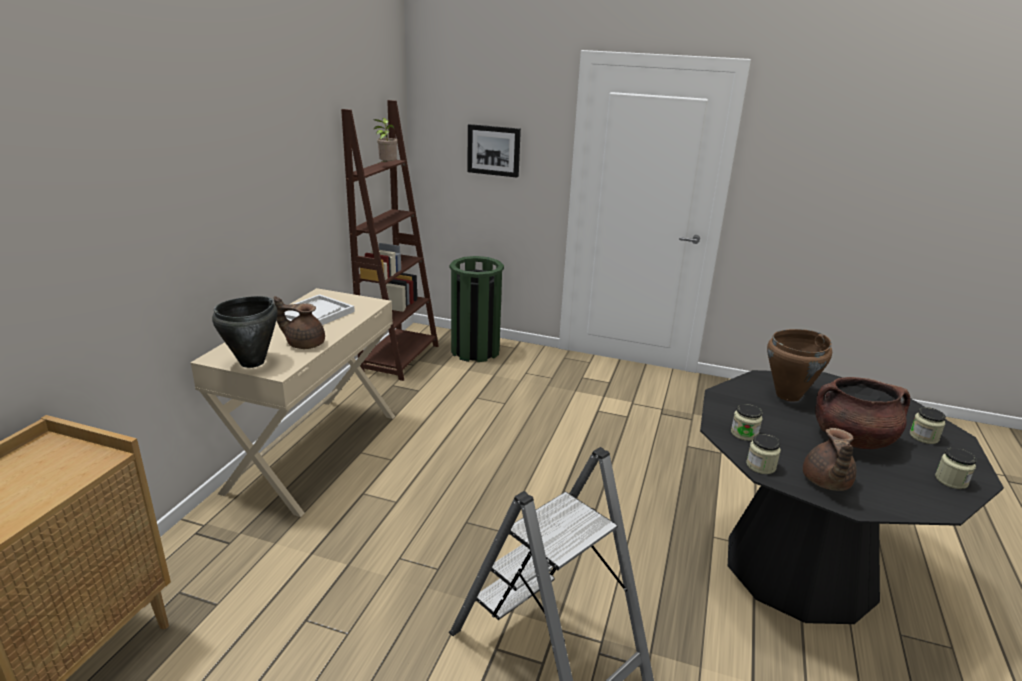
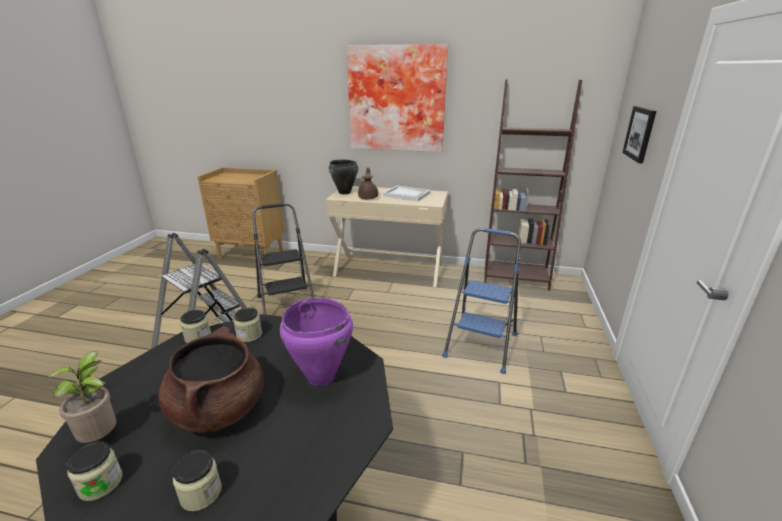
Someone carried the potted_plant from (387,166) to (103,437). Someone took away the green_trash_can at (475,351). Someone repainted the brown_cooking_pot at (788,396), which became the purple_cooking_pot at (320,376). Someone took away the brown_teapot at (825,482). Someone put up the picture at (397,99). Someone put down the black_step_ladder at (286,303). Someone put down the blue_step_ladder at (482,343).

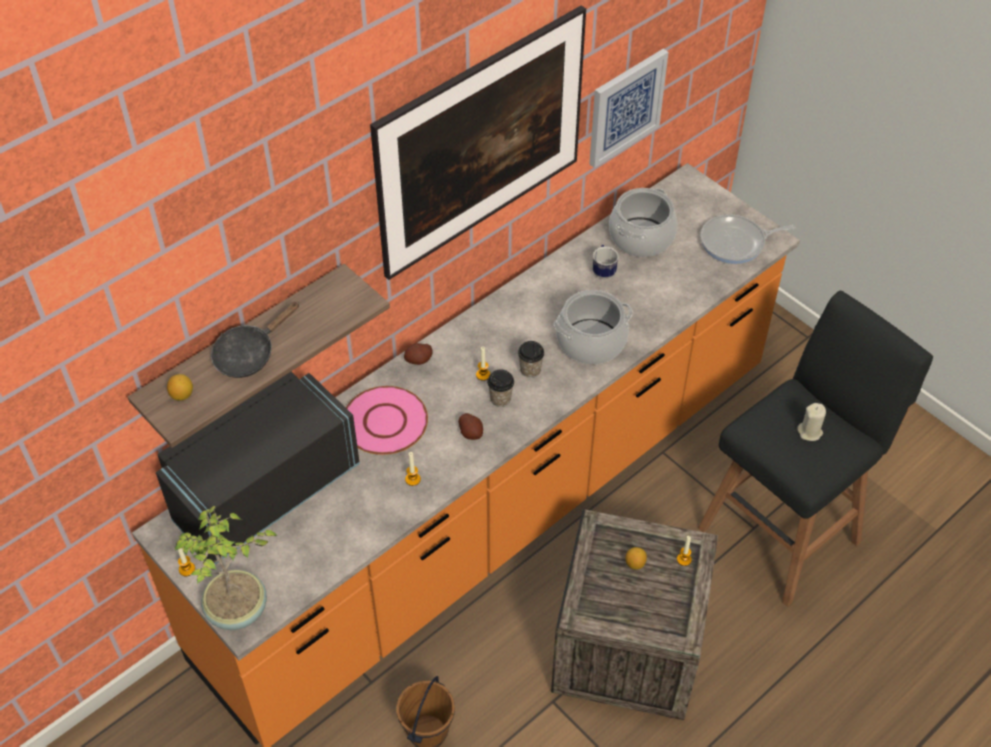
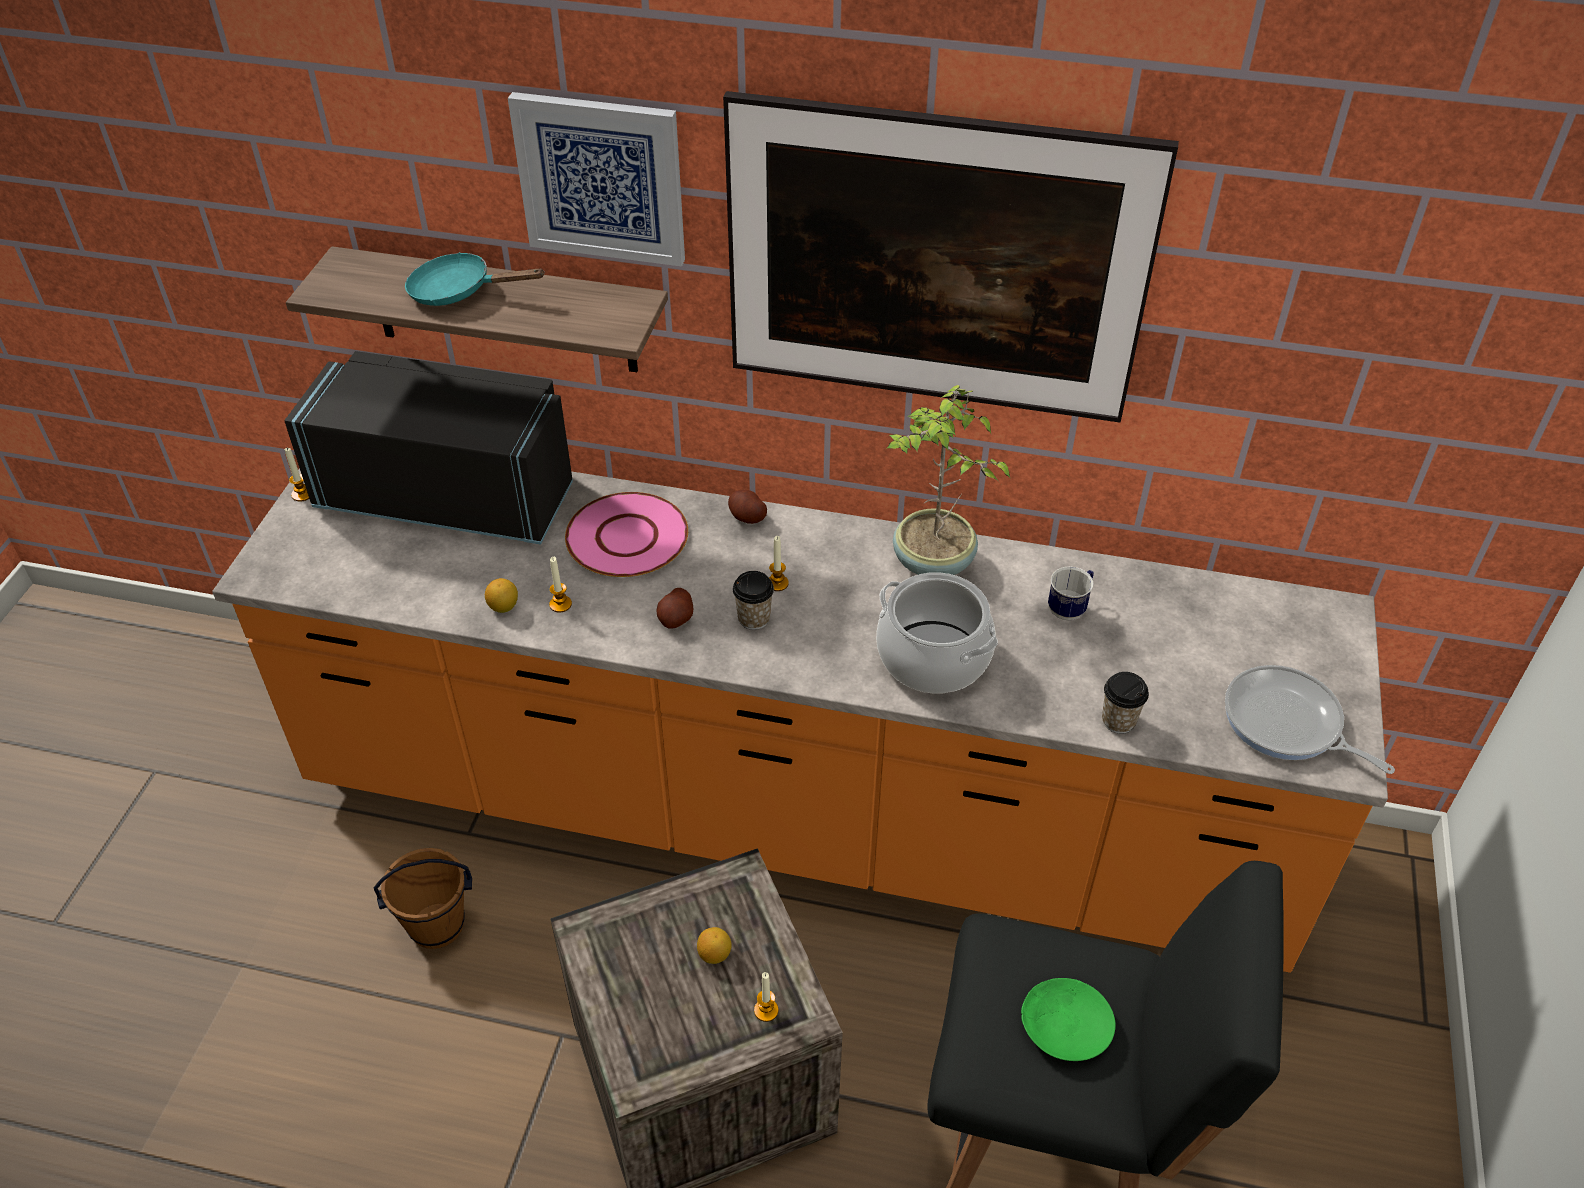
Someone carried the picture from (625,107) to (601,178). Someone took away the cooking_pot at (641,237). Someone repainted the black_frying_pan at (249,354), which became the turquoise_frying_pan at (459,291). Someone carried the cup from (530,370) to (1118,721). Someone carried the lemon from (182,395) to (504,607). Someone swapped the beige_candle at (810,432) for the green_plate at (1065,1024). Someone carried the potted_plant from (238,611) to (932,564).

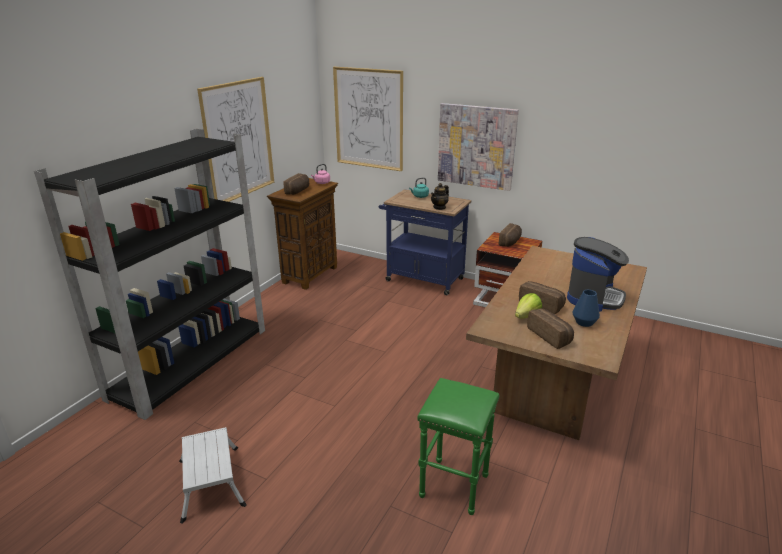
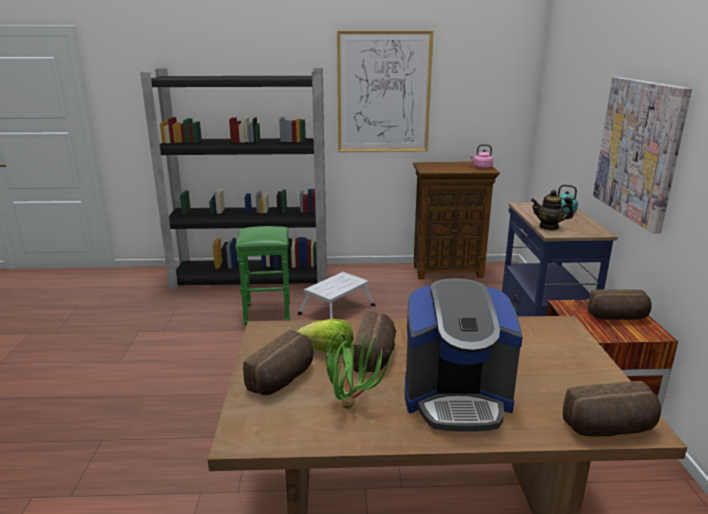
Someone took away the picture at (368,119). Someone carried the bread from (298,191) to (610,429). Someone swapped the blue_vase at (584,322) for the potted_plant at (353,402). Someone carried the green_stool from (453,484) to (268,313). Someone carried the white_step_ladder from (211,482) to (337,309).

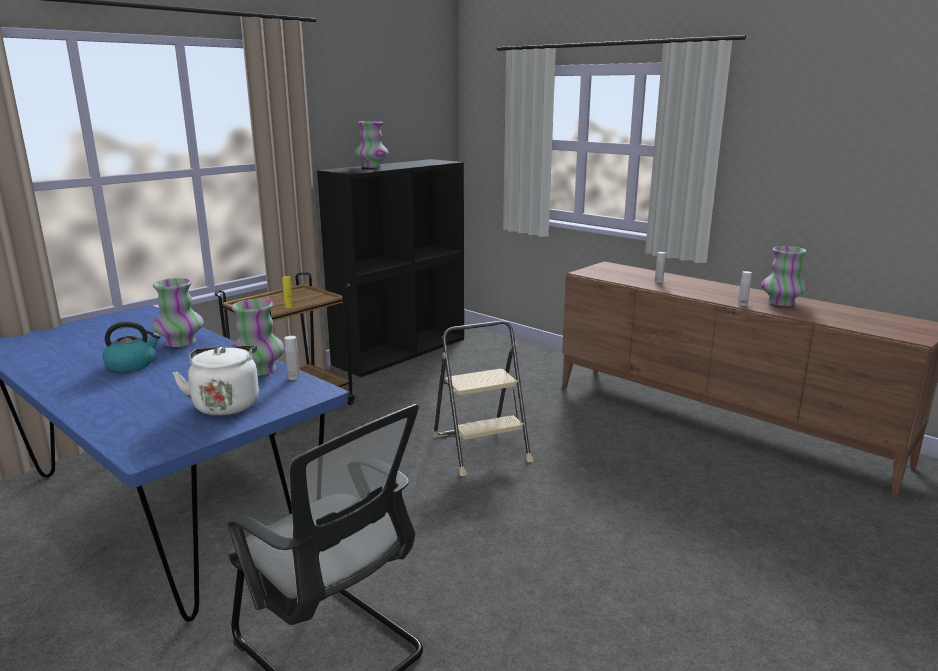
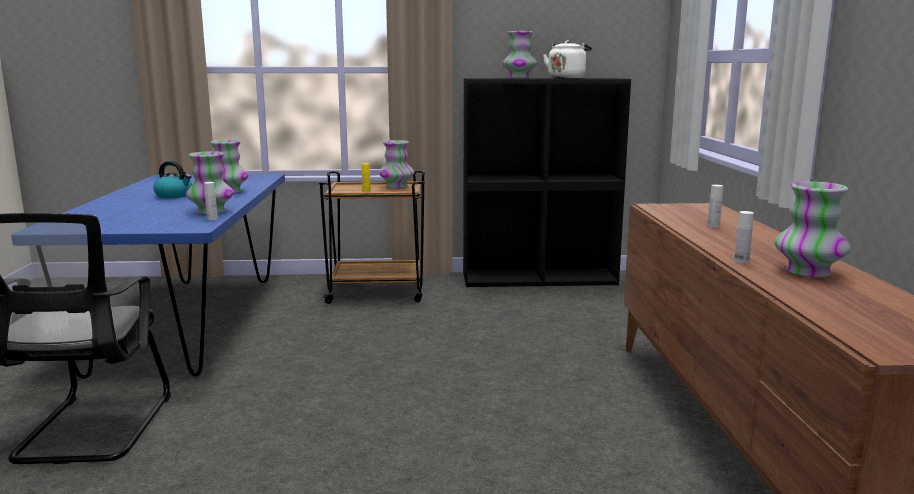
Someone took away the beige_step_ladder at (480,446). Someone carried the white_kettle from (226,404) to (567,78). Someone put down the vase at (396,187).

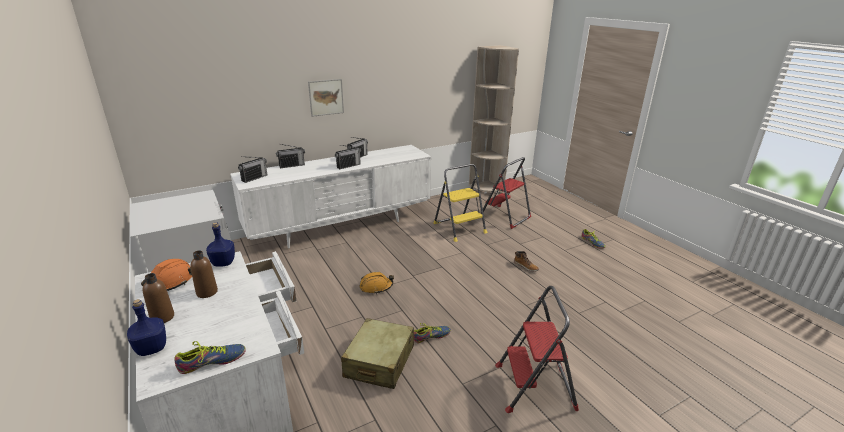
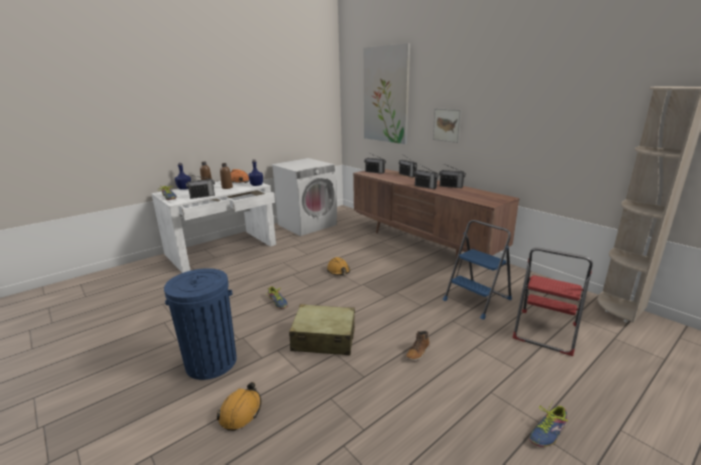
Someone repainted the white_cabinet at (341,227), which became the brown_cabinet at (423,243). Someone repainted the yellow_step_ladder at (458,227), which became the blue_step_ladder at (479,299). Someone swapped the red_step_ladder at (538,387) for the blue_trash_can at (211,362). Someone carried the beige_suitcase from (379,362) to (324,339). Someone put up the picture at (386,95). Someone put down the radio at (202,196). Someone put down the orange_hard_hat at (241,412).

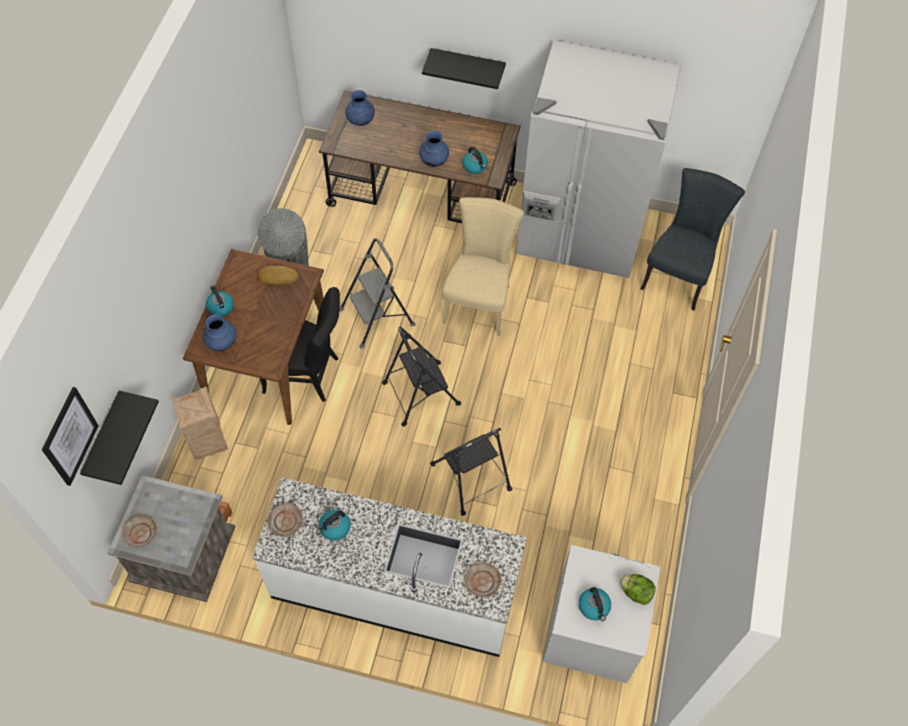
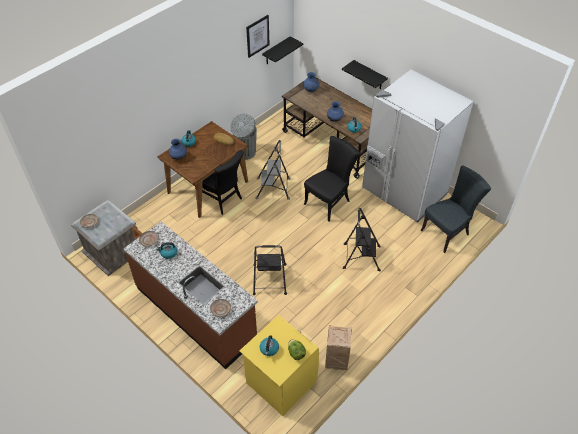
Someone repainted the beige_chair at (479,301), which became the black_chair at (329,201). Someone carried the black_step_ladder from (419,393) to (360,256). Someone carried the picture from (69,436) to (257,36). Someone carried the crate from (208,442) to (337,360). Someone carried the black_shelf from (104,439) to (276,51). Someone repainted the white_counter at (394,590), which became the brown_counter at (196,312). Someone repainted the white_washing_machine at (590,634), which became the yellow_washing_machine at (279,382).

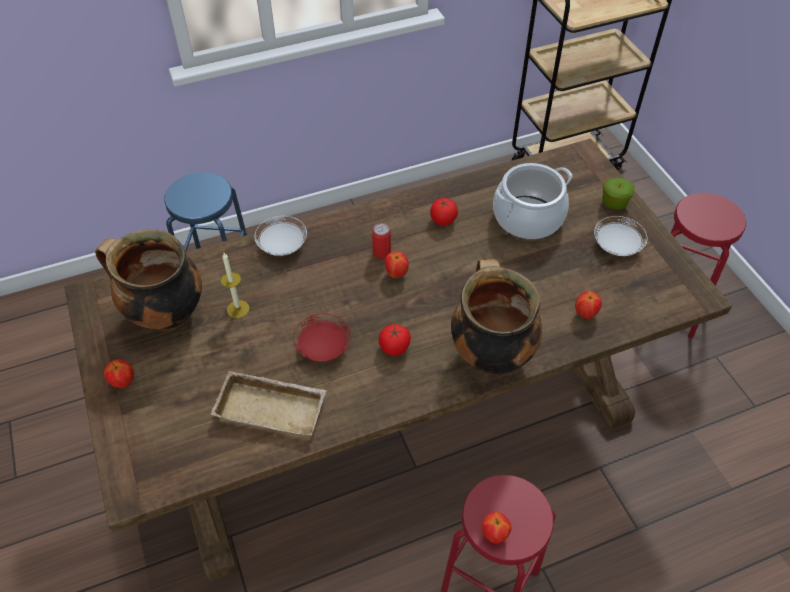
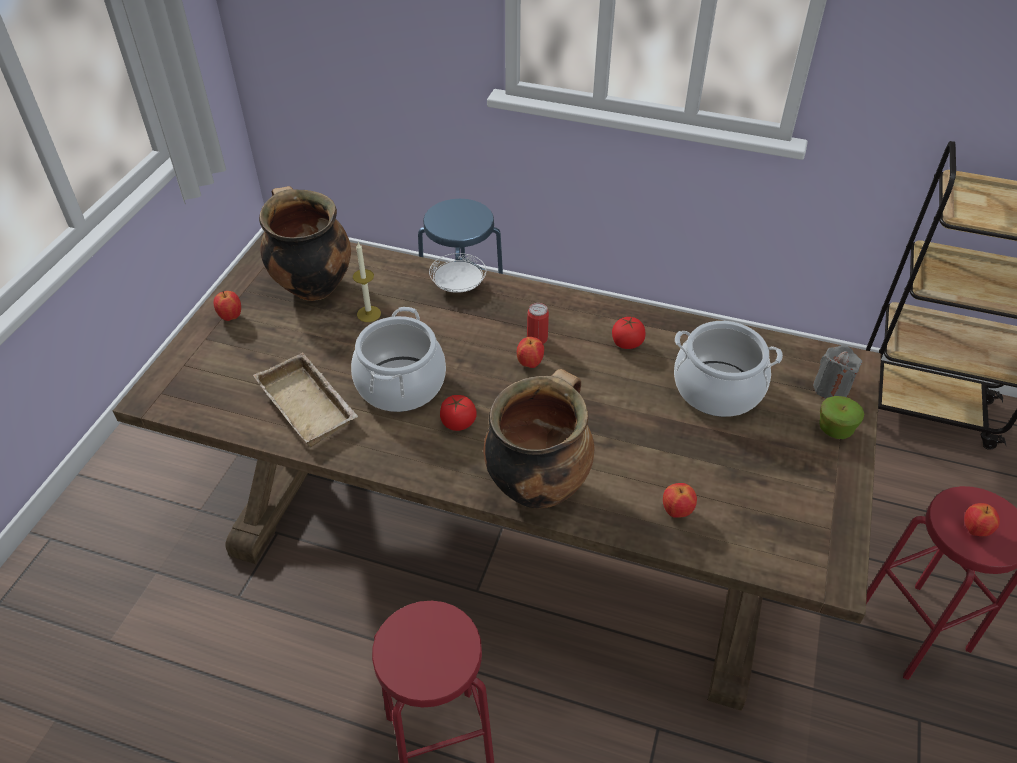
Someone took away the white_plate at (617,246). Someone swapped the red_plate at (323,347) for the cooking_pot at (400,384). Someone carried the apple from (494,534) to (974,530). Someone put down the grey_candle at (831,388).

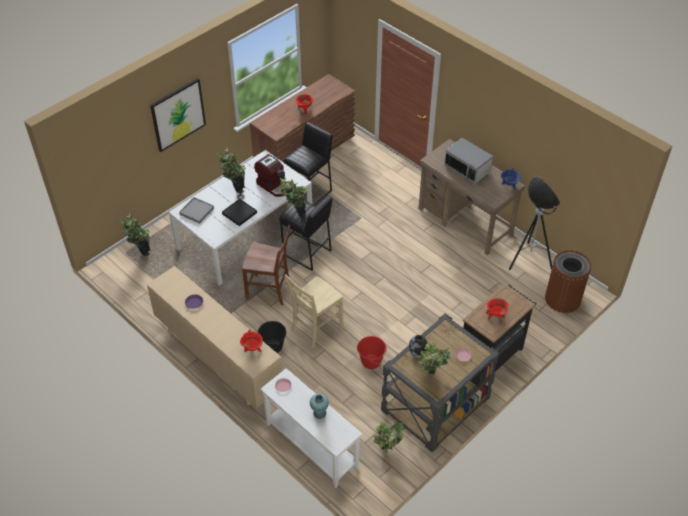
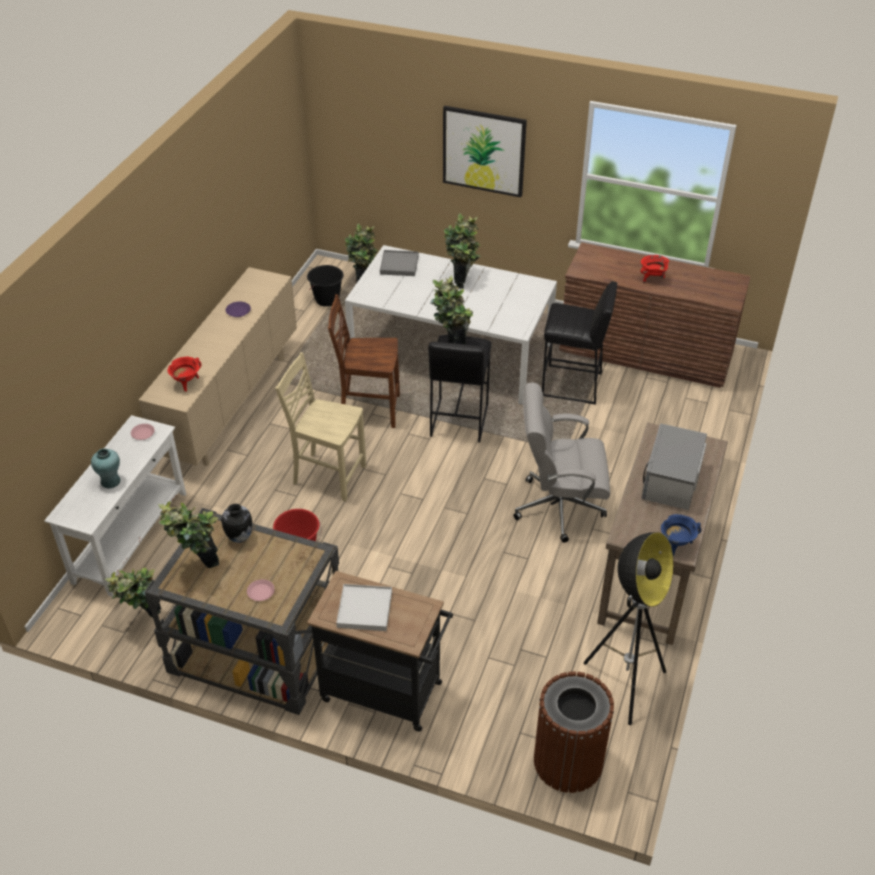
Someone took away the coffee_machine at (274,185). Someone took away the black_tray at (239,213). Someone rotated the brown_chair at (269,291) by 105 degrees clockwise. Someone swapped the red_cooking_pot at (496,315) for the white_tray at (364,609). Someone carried the black_bucket from (273,346) to (327,300). Someone put down the grey_office_chair at (559,507).

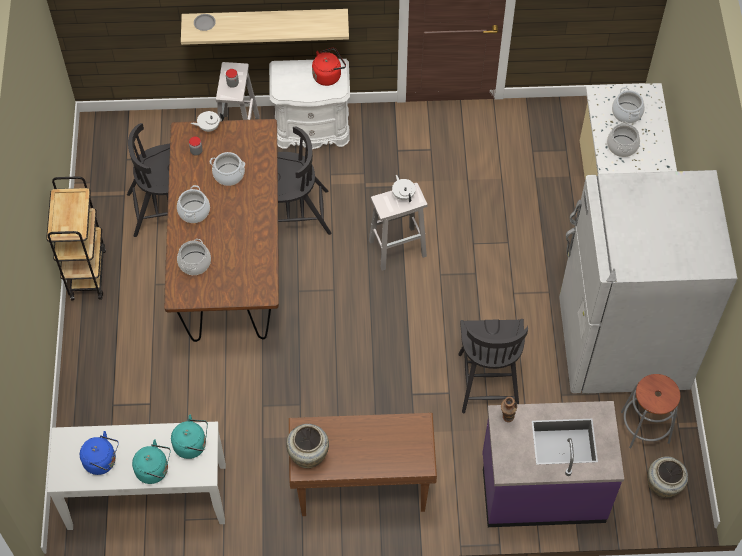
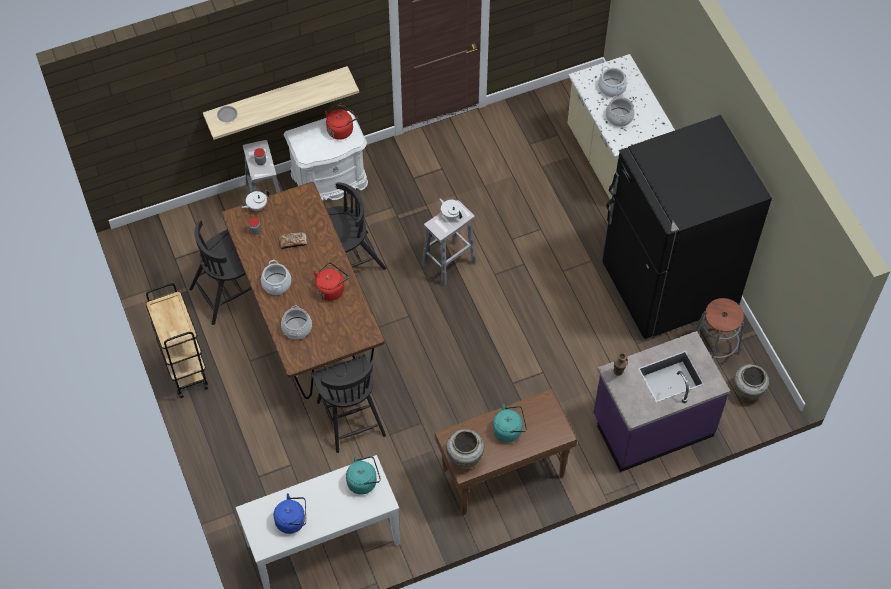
Someone swapped the cooking_pot at (229,174) for the bread at (293,242). Someone repainted the white_fridge at (623,343), which became the black_fridge at (669,284). Someone carried the black_chair from (488,380) to (350,417). Someone carried the turquoise_kettle from (154,470) to (509,430). Someone put down the red_kettle at (331,289).

